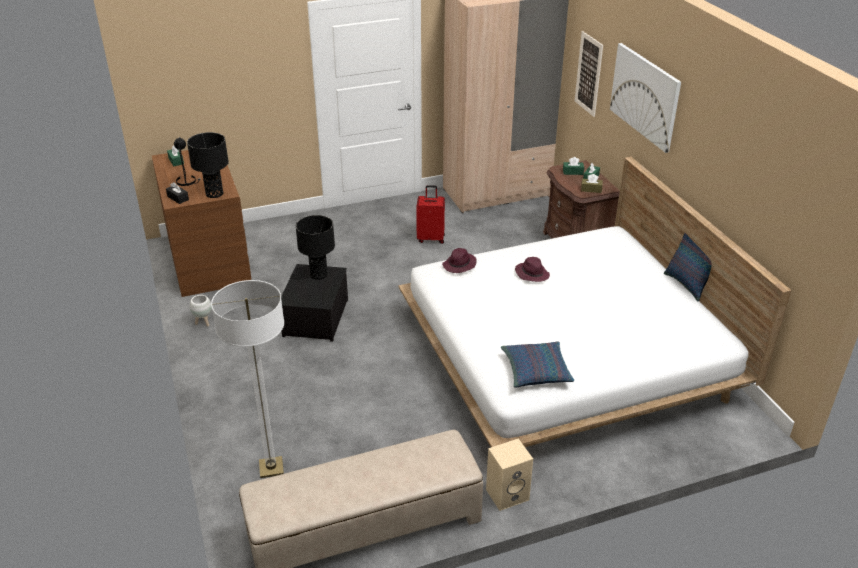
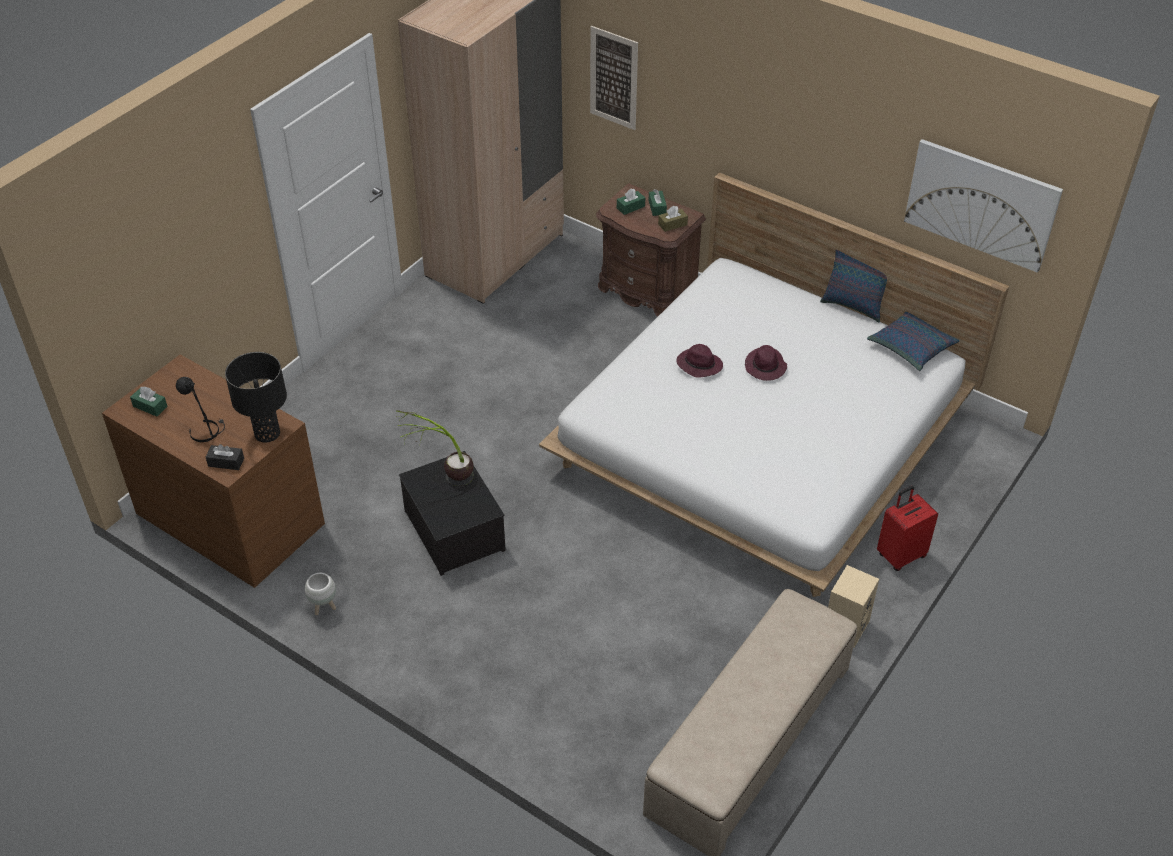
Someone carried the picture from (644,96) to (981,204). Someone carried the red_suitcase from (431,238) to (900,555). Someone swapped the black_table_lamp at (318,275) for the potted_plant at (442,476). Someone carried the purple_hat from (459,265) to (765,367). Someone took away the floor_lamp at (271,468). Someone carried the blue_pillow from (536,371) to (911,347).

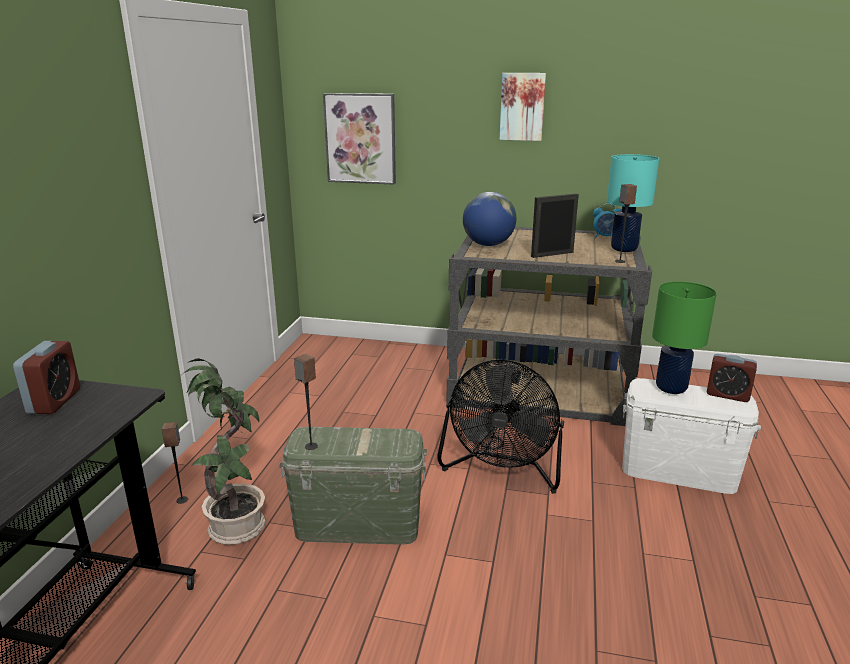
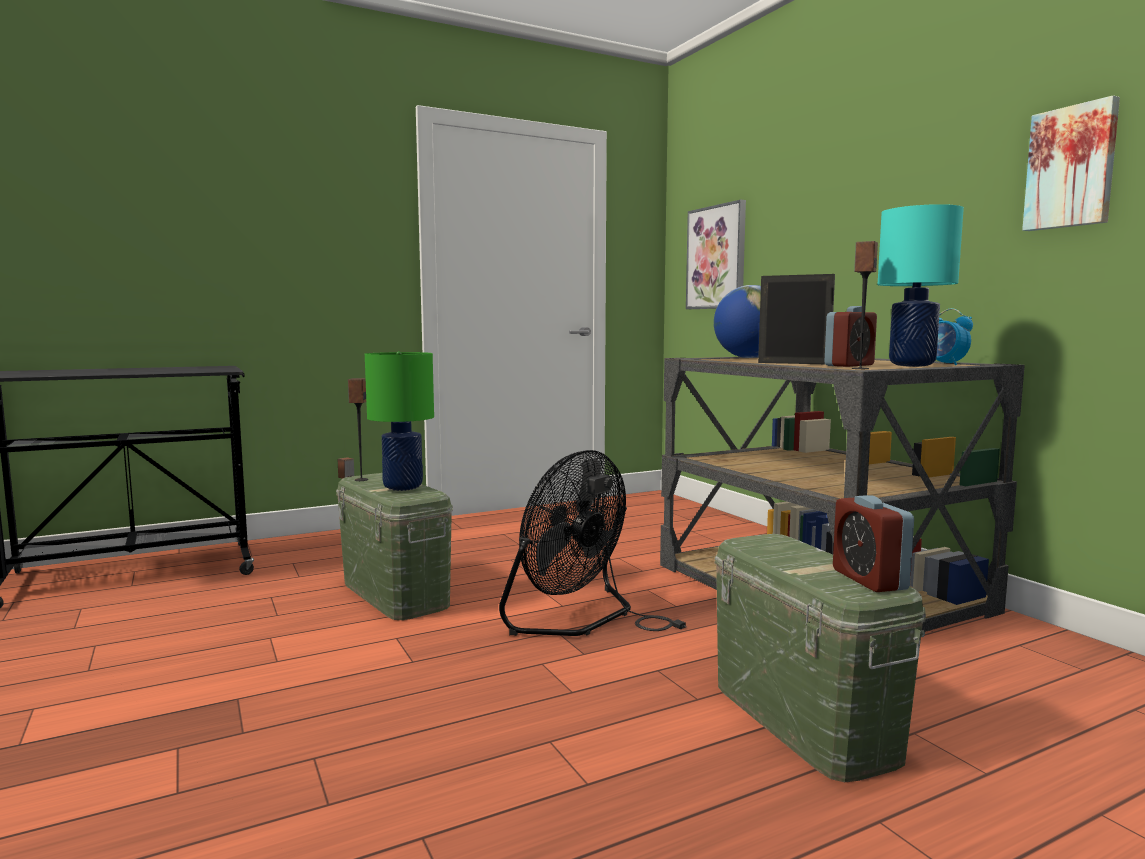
Someone carried the picture from (522,106) to (1071,167). Someone carried the green_table_lamp from (670,389) to (403,489). Someone carried the alarm_clock from (54,401) to (849,365). Someone took away the potted_plant at (239,527). Someone rotated the black_fan at (498,467) by 60 degrees clockwise. Someone repainted the white_storage_box at (678,471), which became the green_storage_box at (804,719).

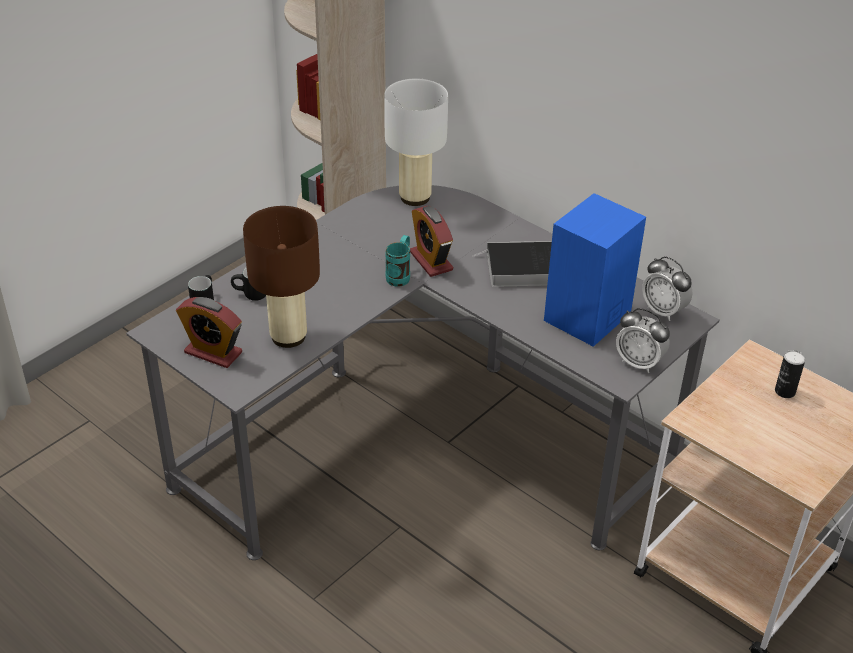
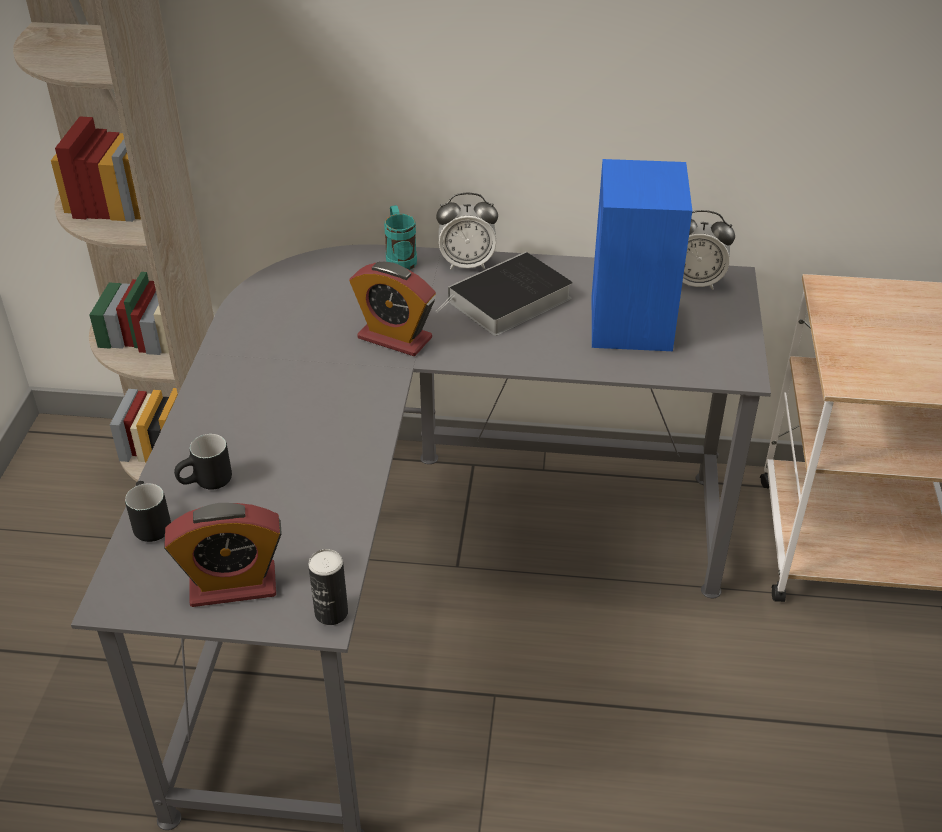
Someone took away the white_table_lamp at (415,198). Someone took away the brown_table_lamp at (288,337). Someone carried the turquoise_mug from (400,275) to (400,258). Someone carried the alarm_clock from (639,362) to (467,264). Someone carried the can from (785,391) to (331,613).

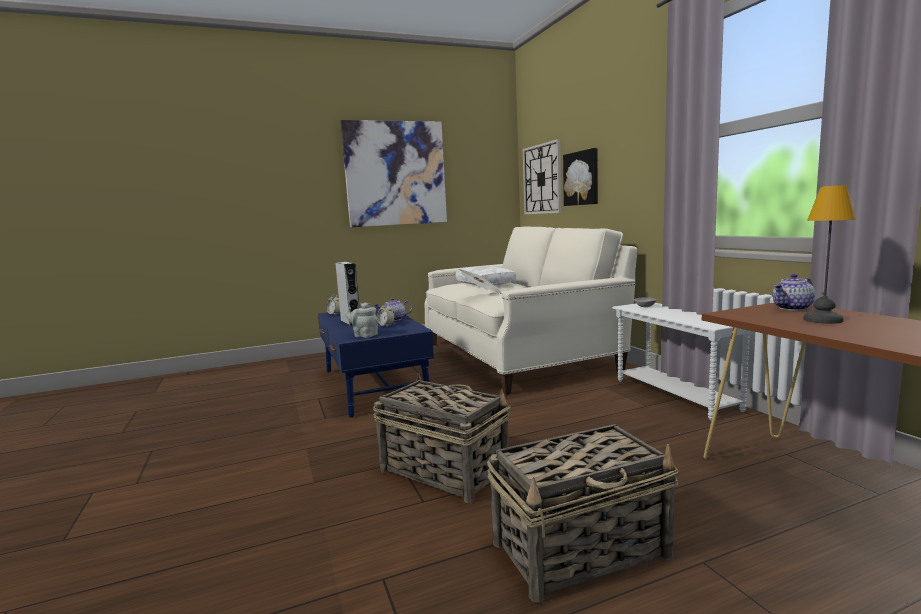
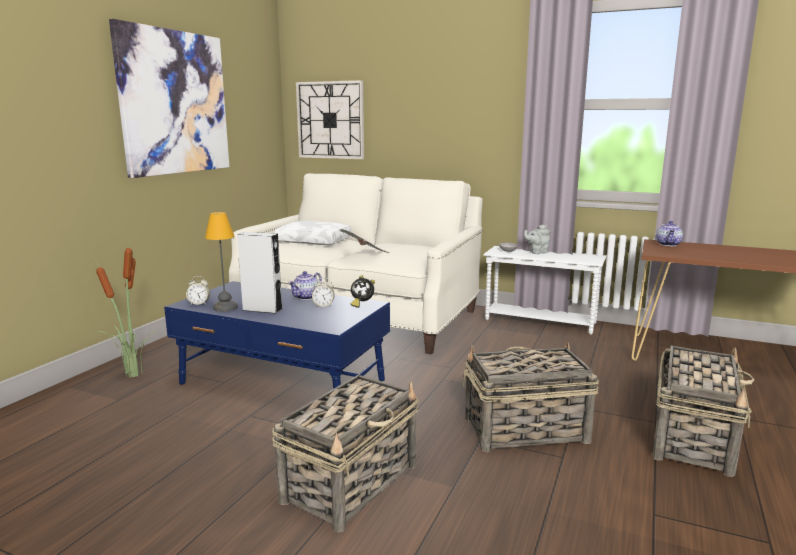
Someone took away the picture at (582,178). Someone carried the table_lamp from (822,320) to (225,308). Someone carried the grey_teapot from (364,335) to (537,252). Someone put down the potted_plant at (133,375). Someone put down the alarm_clock at (361,304). Someone put down the basket at (351,482).

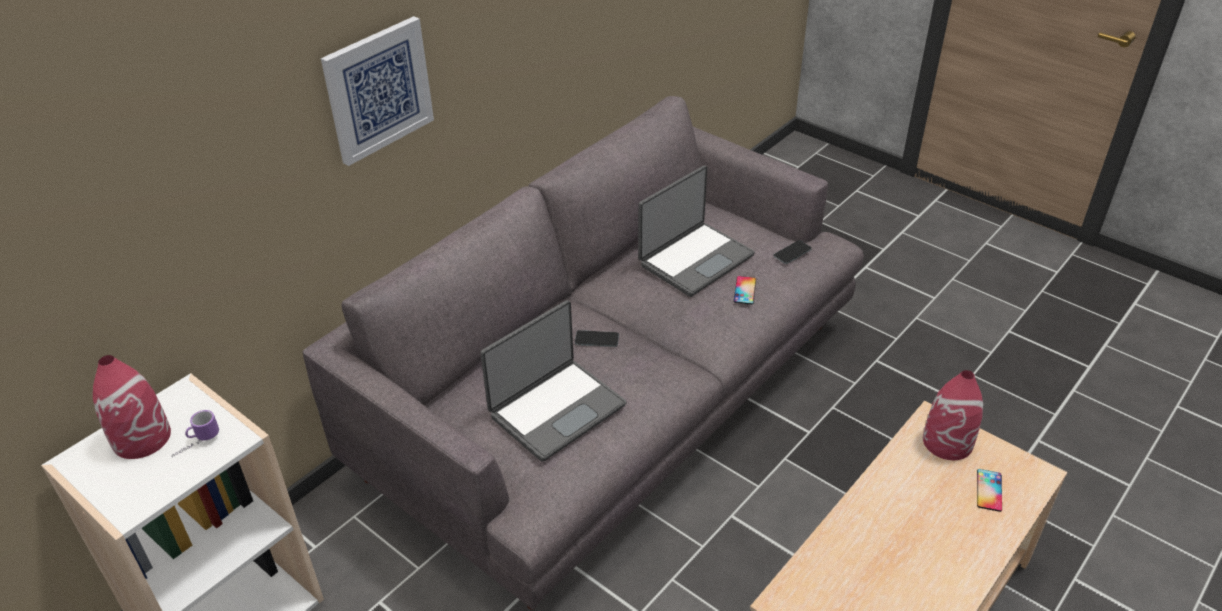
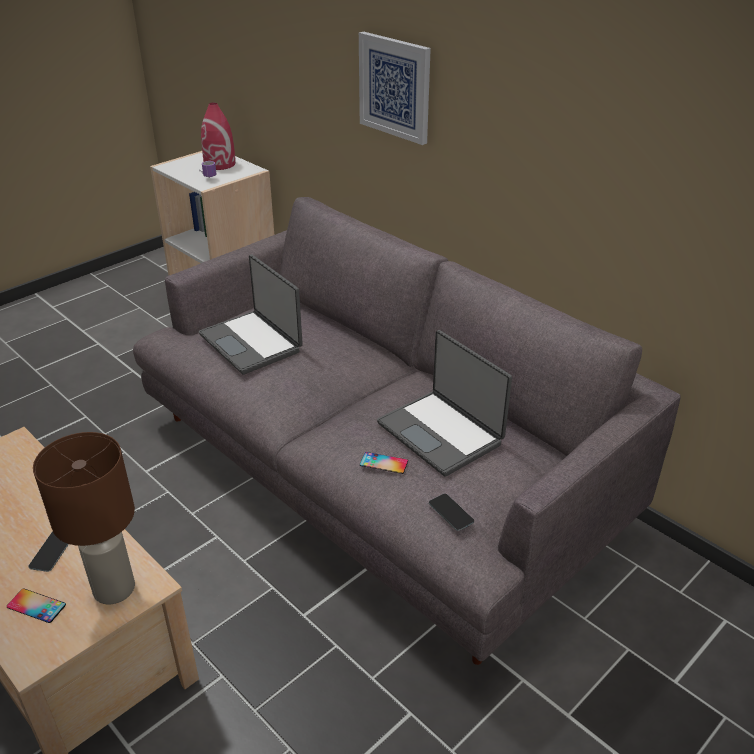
Someone carried the phone from (596,339) to (51,551). Someone swapped the red_vase at (948,442) for the brown_table_lamp at (114,590).

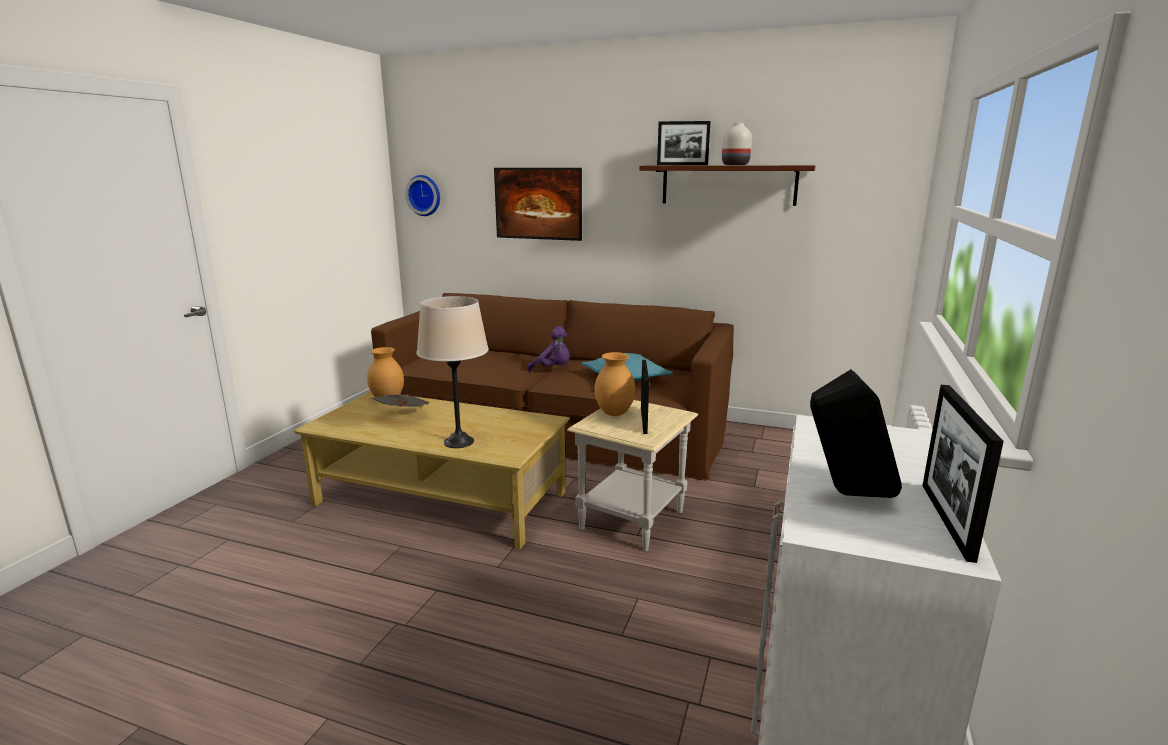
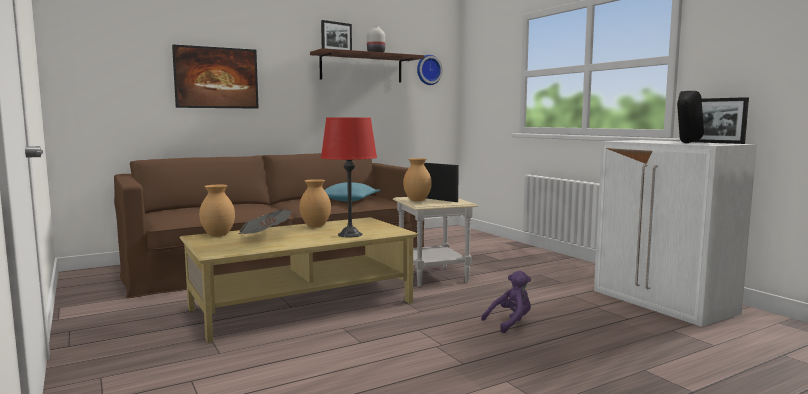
Someone carried the wall_clock from (424,195) to (428,70). Someone repainted the beige_table_lamp at (459,442), which became the red_table_lamp at (349,234). Someone carried the purple_plush_toy from (552,369) to (510,323). Someone put down the brown_vase at (315,226).

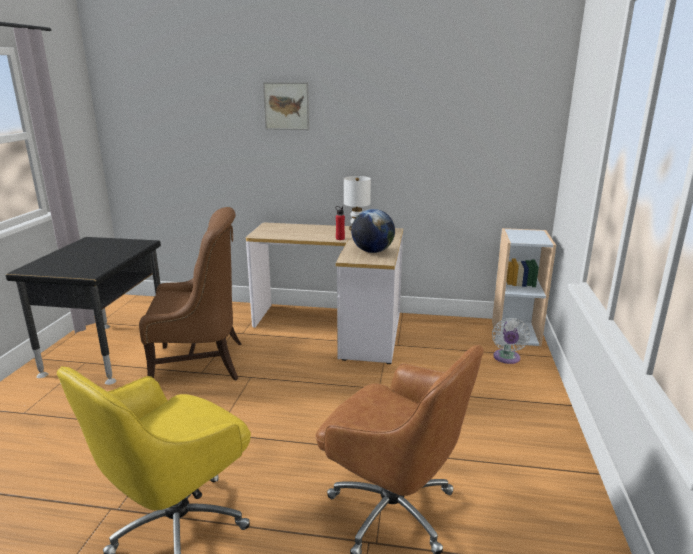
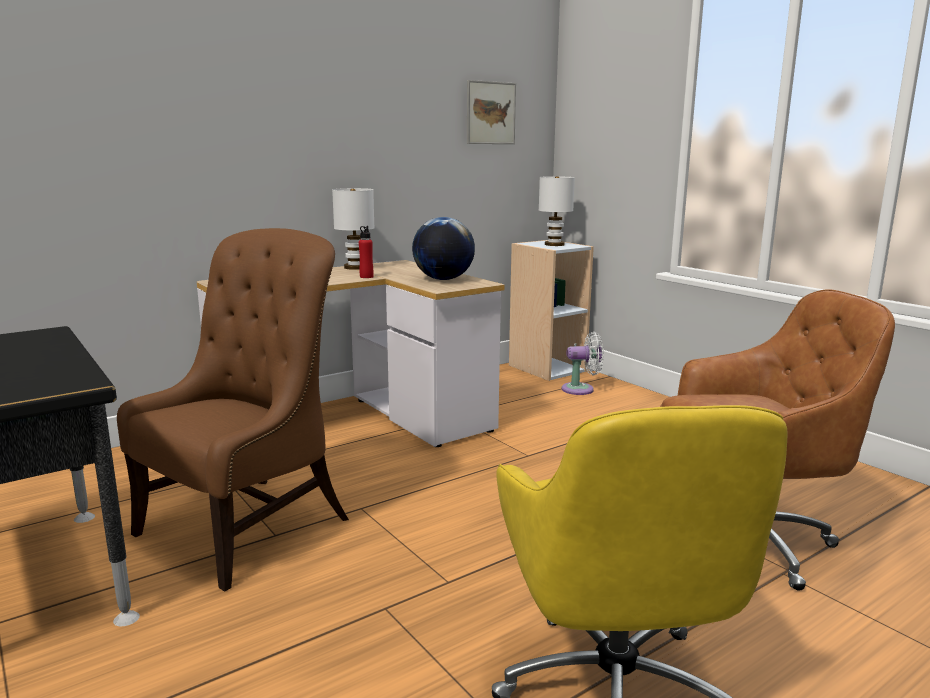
Someone carried the picture from (286,106) to (490,113). Someone rotated the white_fan at (506,358) by 60 degrees counterclockwise. Someone put down the white_table_lamp at (553,244).

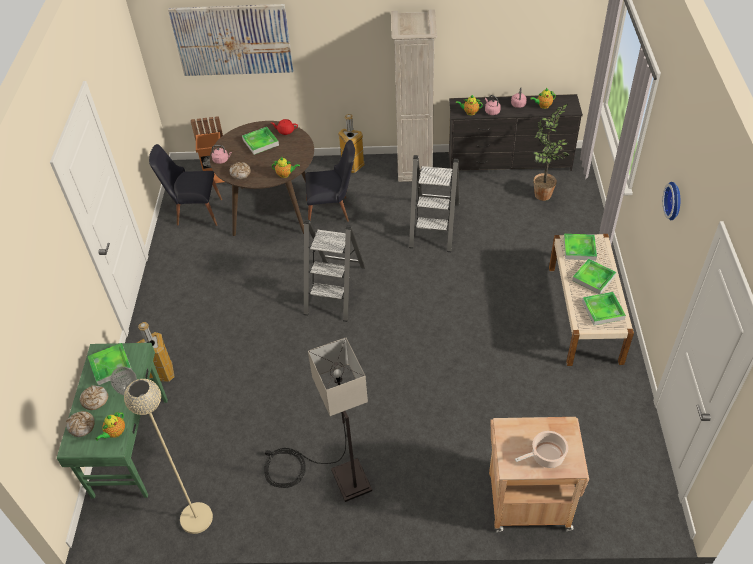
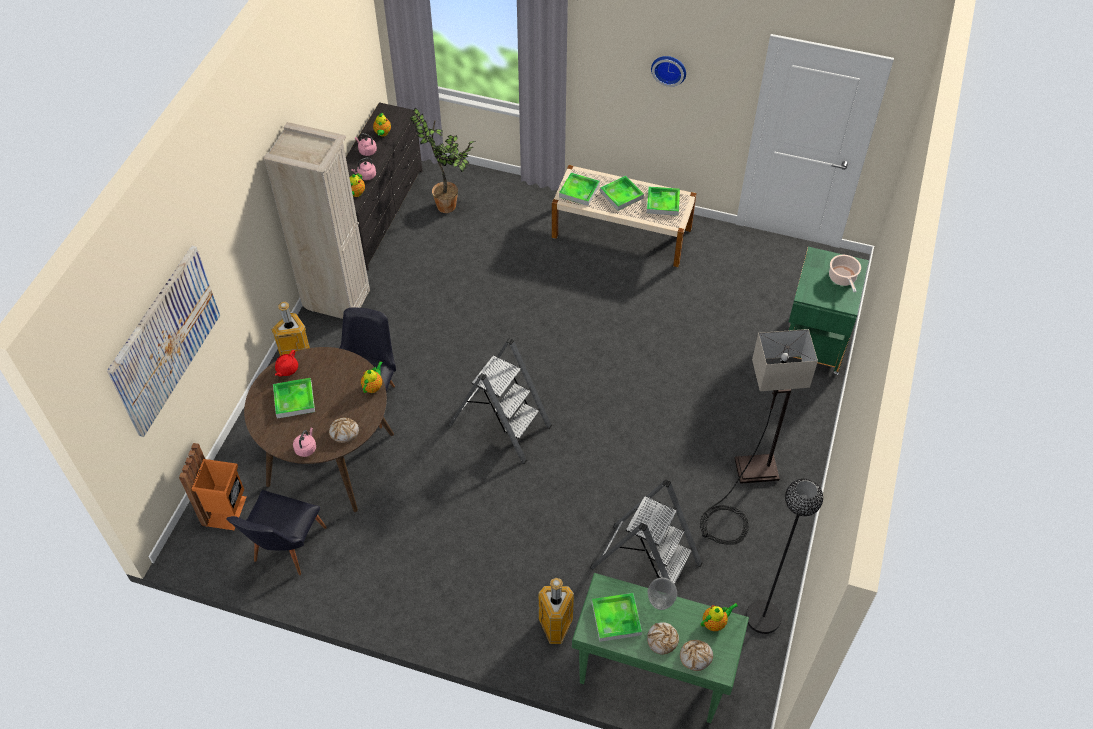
Someone carried the grey_step_ladder from (434,224) to (645,564). Someone repainted the beige_floor_lamp at (196,518), which became the black_floor_lamp at (762,617). Someone rotated the teapot at (115,433) by 75 degrees counterclockwise. Someone repainted the brown_cart at (527,503), which became the green_cart at (814,345).

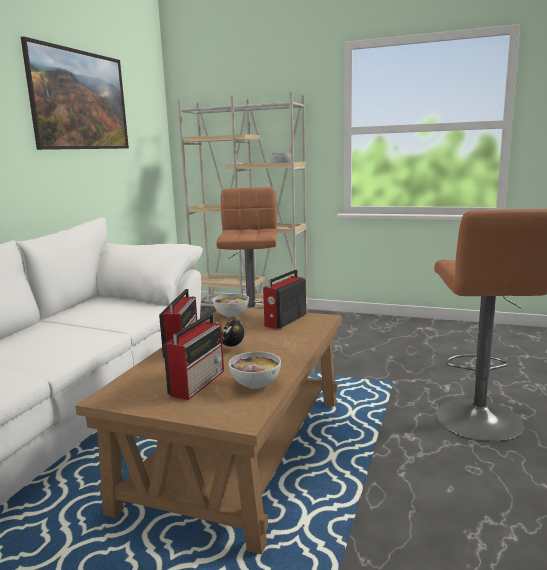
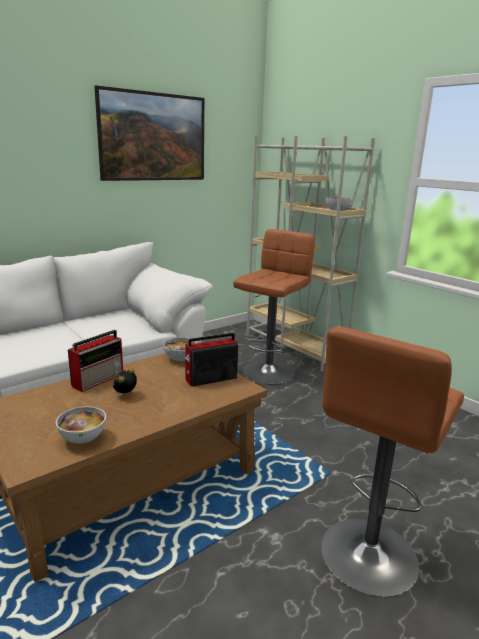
Someone took away the radio at (198,382).

